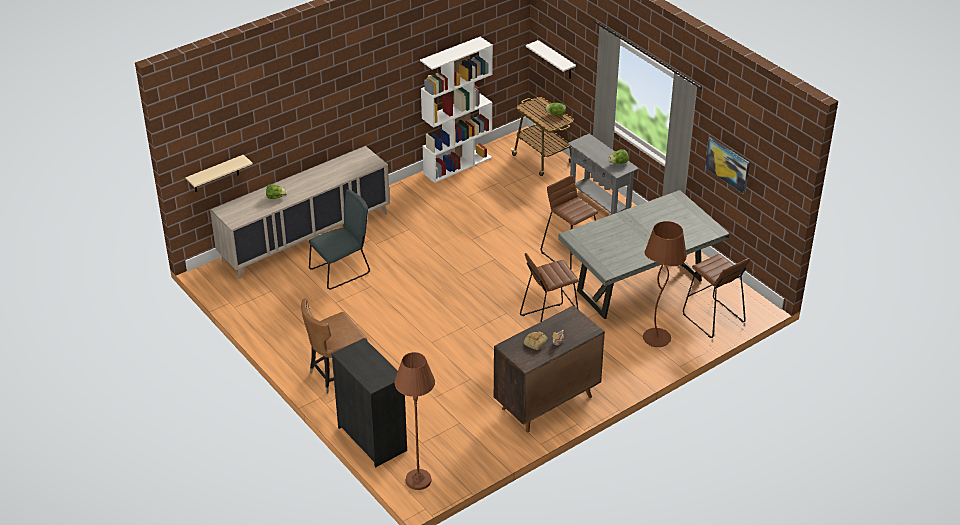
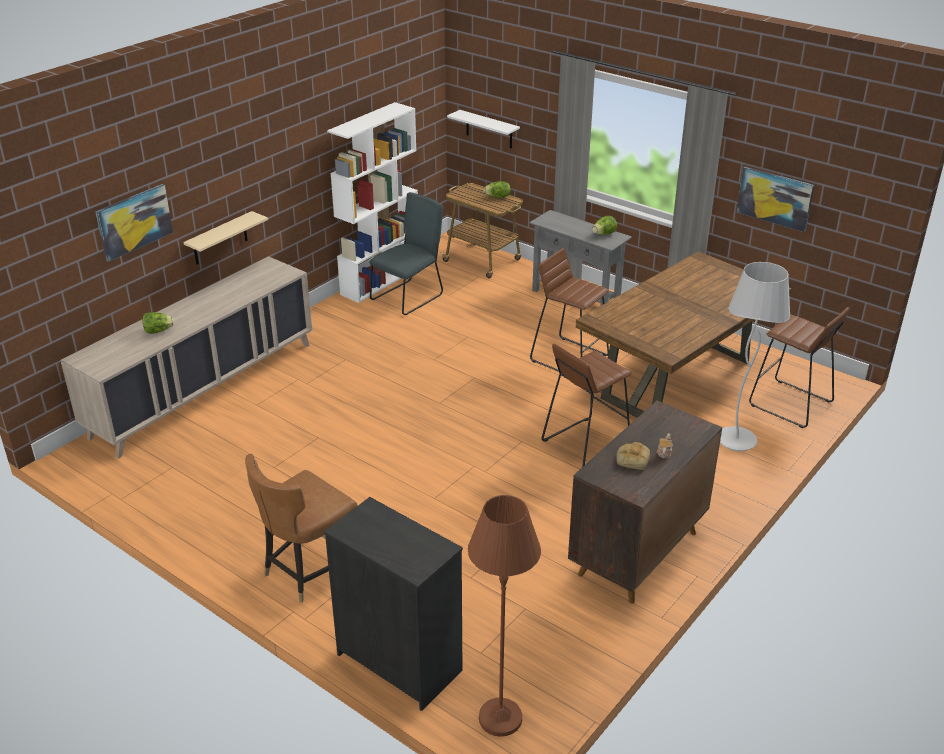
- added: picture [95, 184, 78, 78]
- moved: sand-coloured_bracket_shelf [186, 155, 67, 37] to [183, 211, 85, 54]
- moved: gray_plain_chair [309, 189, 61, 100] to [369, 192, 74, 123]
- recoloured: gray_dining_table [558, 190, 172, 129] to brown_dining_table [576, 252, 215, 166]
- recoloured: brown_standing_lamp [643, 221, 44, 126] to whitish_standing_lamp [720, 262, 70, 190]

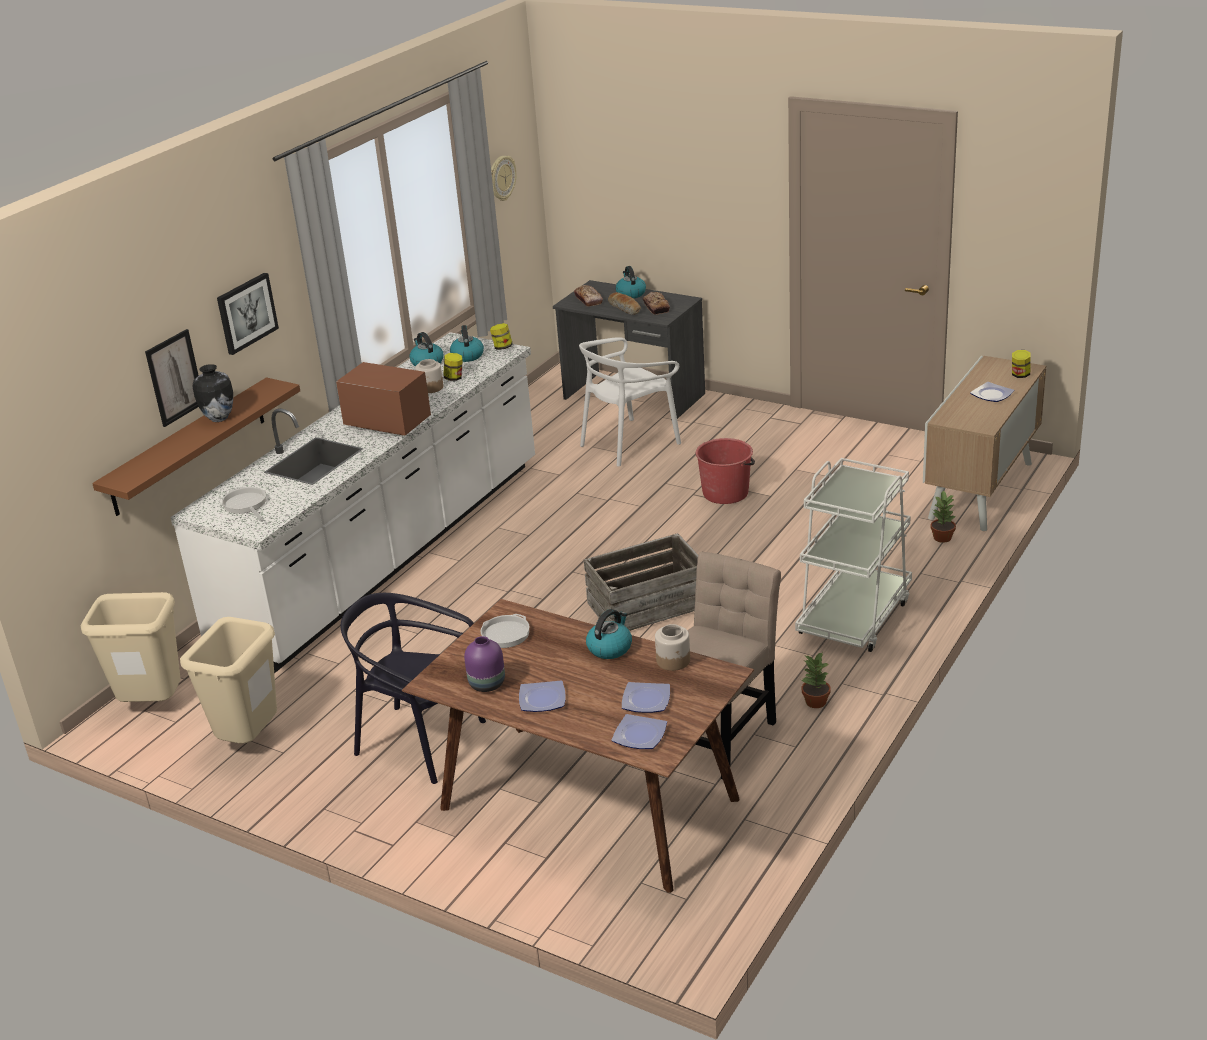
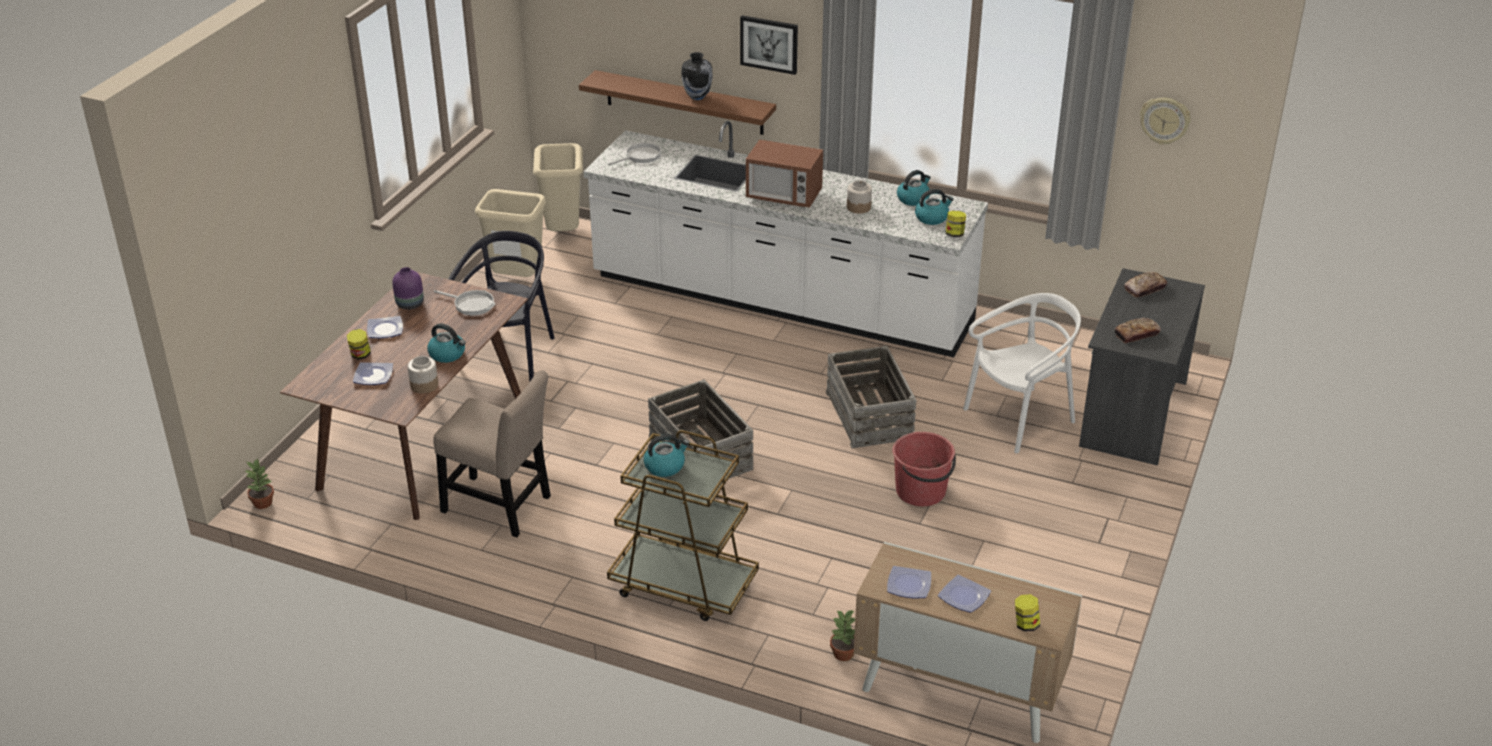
- moved: potted_plant [802, 652, 29, 56] to [245, 458, 29, 51]
- moved: jar [443, 353, 20, 28] to [347, 329, 24, 31]
- recoloured: whitish_trolley [795, 458, 117, 194] to brown_trolley [607, 430, 152, 191]
- moved: kettle [616, 266, 30, 33] to [644, 434, 45, 43]
- turned: microwave_oven [336, 362, 95, 74] = [746, 139, 77, 69] 90 degrees clockwise
- added: crate [826, 346, 90, 102]
- moved: dinner_plate [611, 714, 56, 35] to [887, 566, 44, 33]
- turned: whitish_plain_chair [579, 337, 102, 130] = [963, 293, 118, 160] 105 degrees clockwise
- removed: picture [145, 329, 54, 98]
- removed: baked_bread [608, 292, 33, 23]

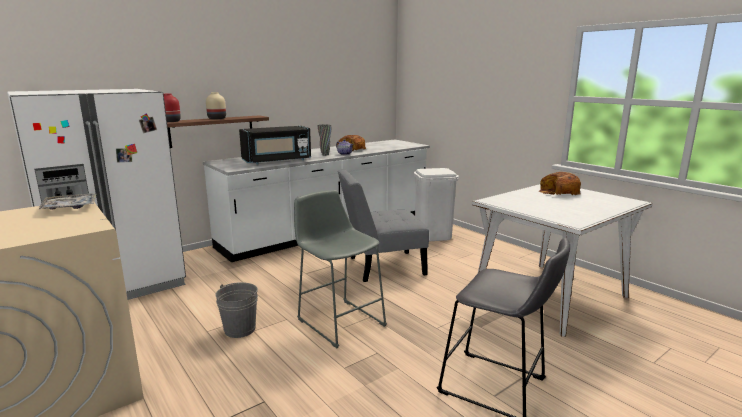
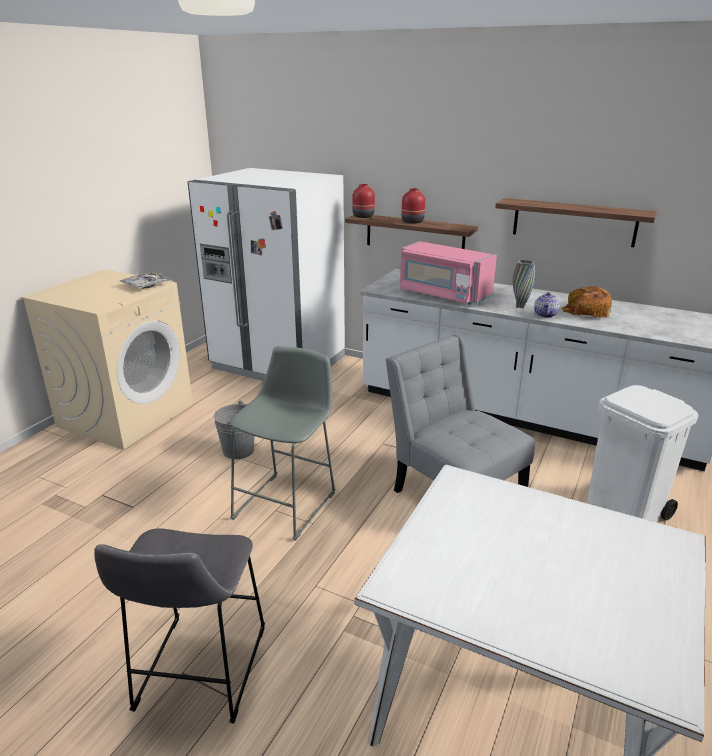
- recoloured: black_microwave_oven [239, 126, 72, 38] to pinkish_microwave_oven [400, 241, 97, 63]
- recoloured: sand-coloured_flower_vase [206, 92, 20, 27] to reddish_flower_vase [402, 188, 23, 36]
- added: bracket_shelf [495, 198, 162, 49]
- removed: baked_bread [539, 172, 42, 23]

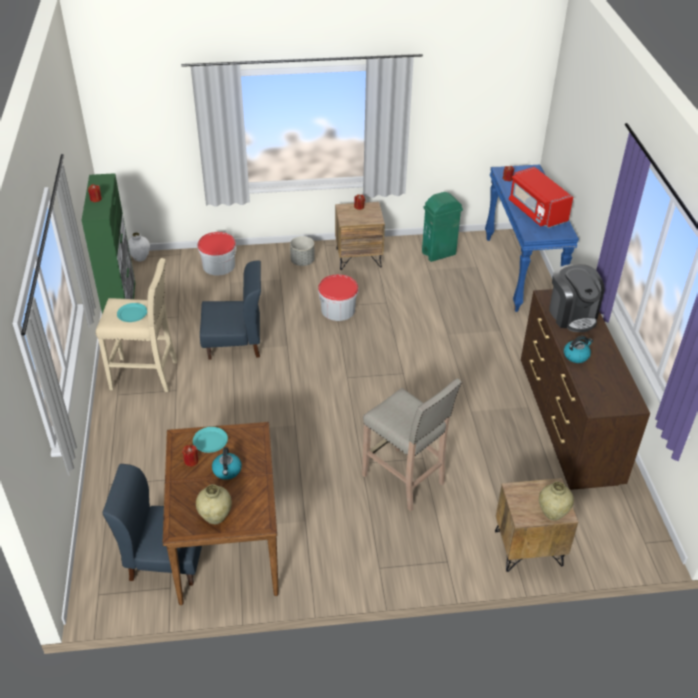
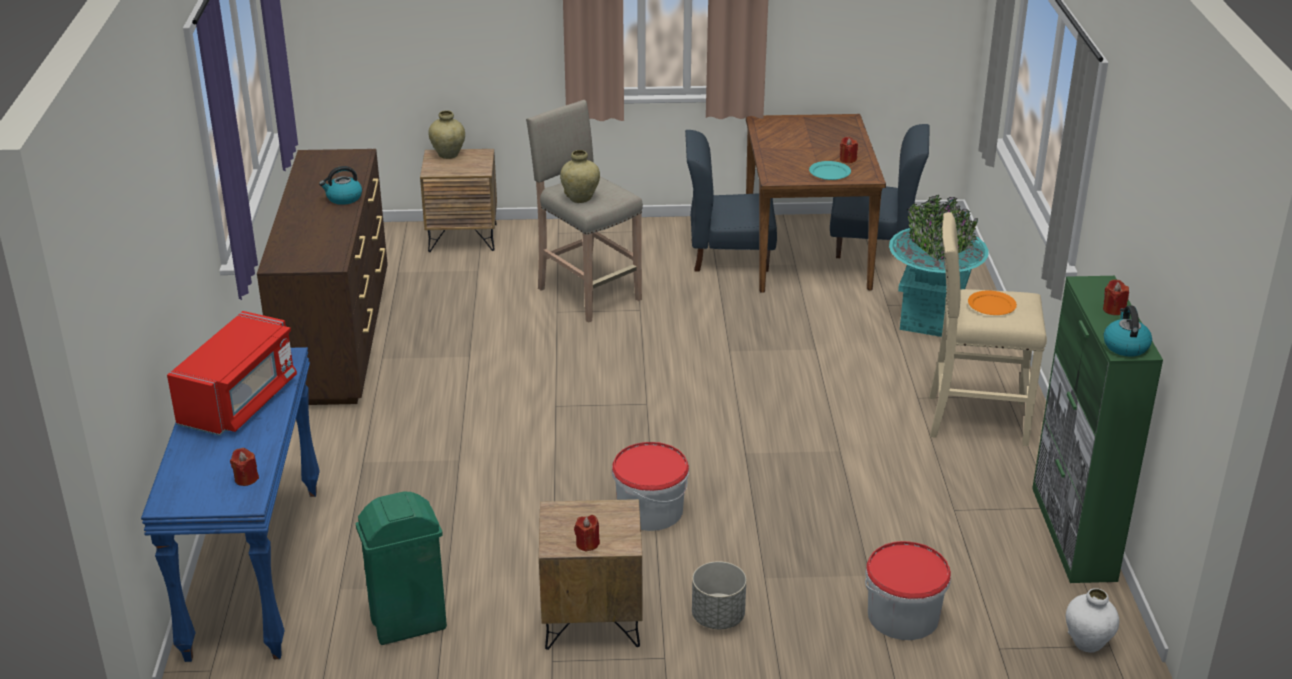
- turned: reddish_microwave_oven [509, 167, 64, 61] = [167, 311, 130, 125] 45 degrees clockwise
- moved: sand-coloured_flower_vase [196, 484, 36, 40] to [560, 150, 40, 53]
- moved: blue-coloured_plain_chair [200, 260, 61, 100] to [685, 130, 92, 142]
- added: blue-green_planter [889, 195, 100, 142]
- recoloured: blue-green_dinner_plate [117, 303, 30, 19] to orange_dinner_plate [968, 290, 49, 25]
- moved: kettle [212, 447, 30, 33] to [1104, 305, 48, 52]
- removed: coffee_machine [549, 264, 56, 68]

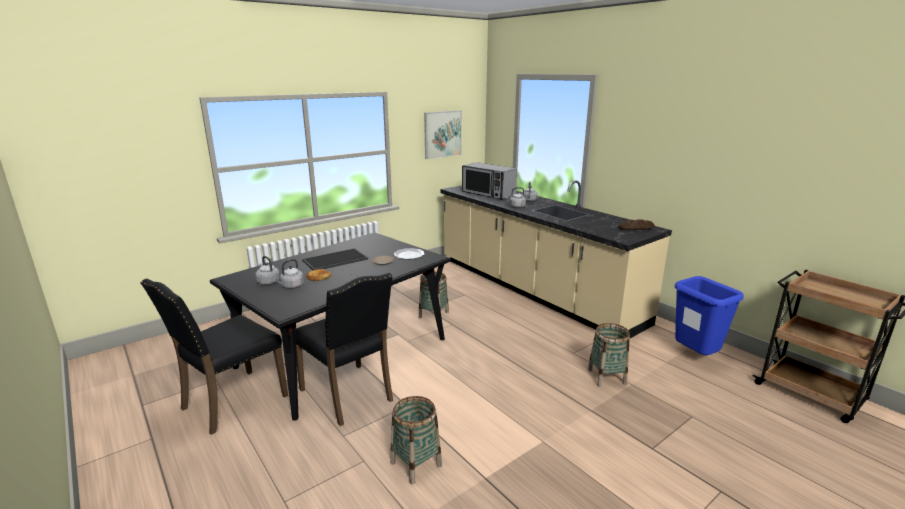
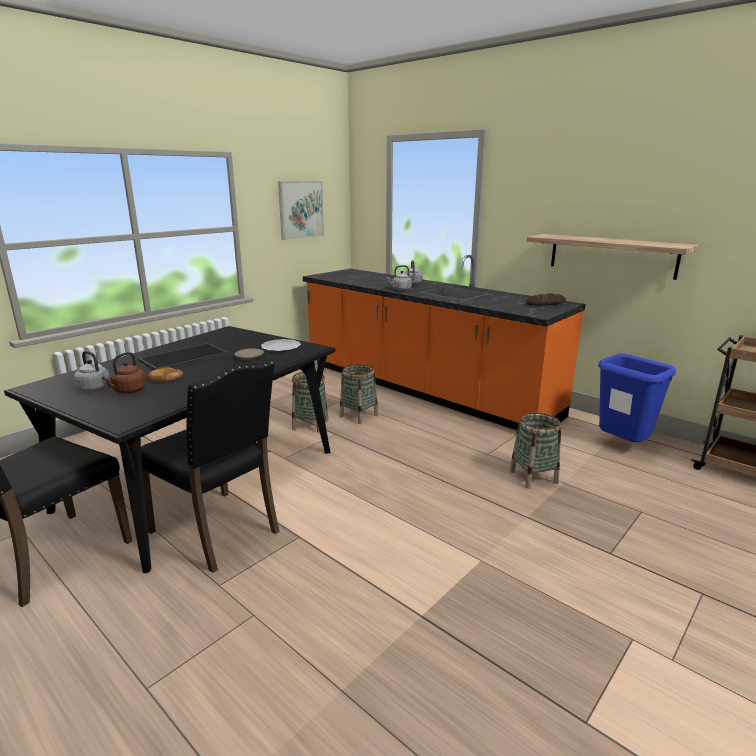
- recoloured: gray_kettle [273, 259, 31, 30] to brown_kettle [102, 352, 44, 41]
- recoloured: sand-coloured_counter [441, 181, 231, 158] to orange_counter [303, 255, 282, 175]
- moved: storage_basket [390, 396, 52, 88] to [340, 364, 38, 60]
- added: bracket_shelf [527, 234, 172, 46]
- removed: microwave_oven [462, 162, 55, 38]

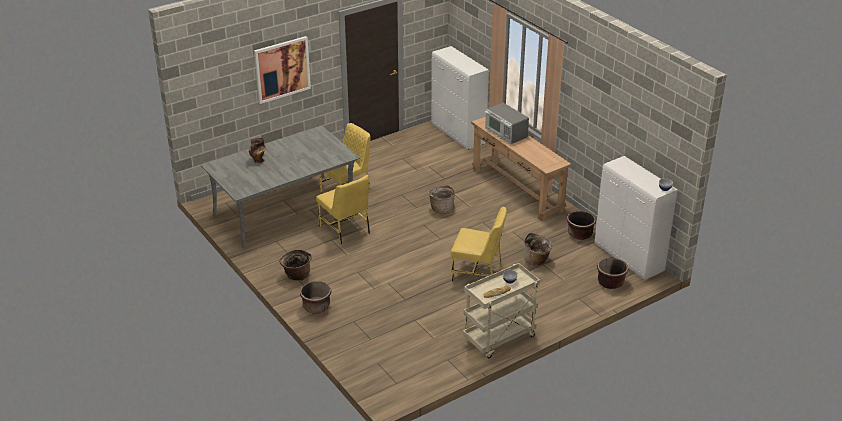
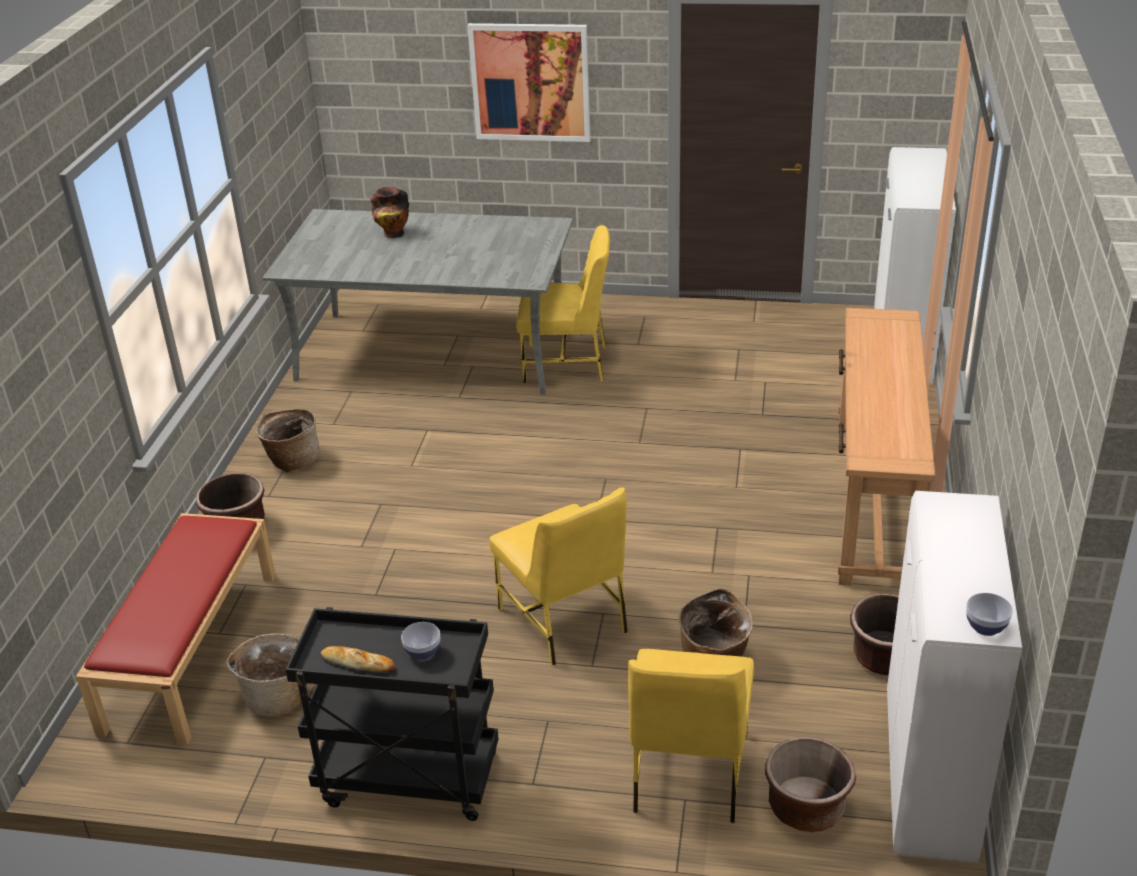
- added: reddish_bench [76, 513, 200, 232]
- moved: storage_basket [429, 185, 26, 29] to [227, 633, 74, 84]
- recoloured: sand-coloured_trolley [463, 263, 77, 95] to black_trolley [285, 607, 213, 214]
- moved: yellowish_plain_chair [316, 175, 54, 70] to [628, 649, 126, 175]
- removed: microwave_oven [485, 103, 44, 41]

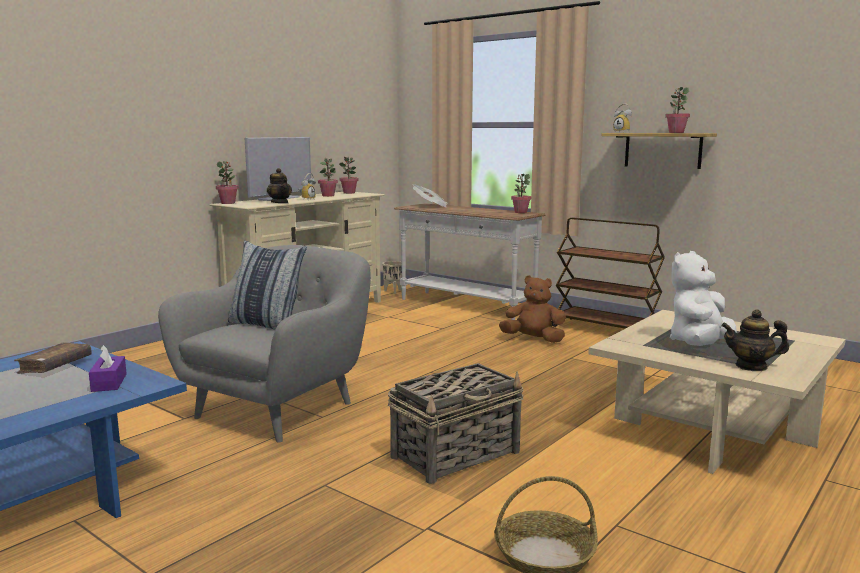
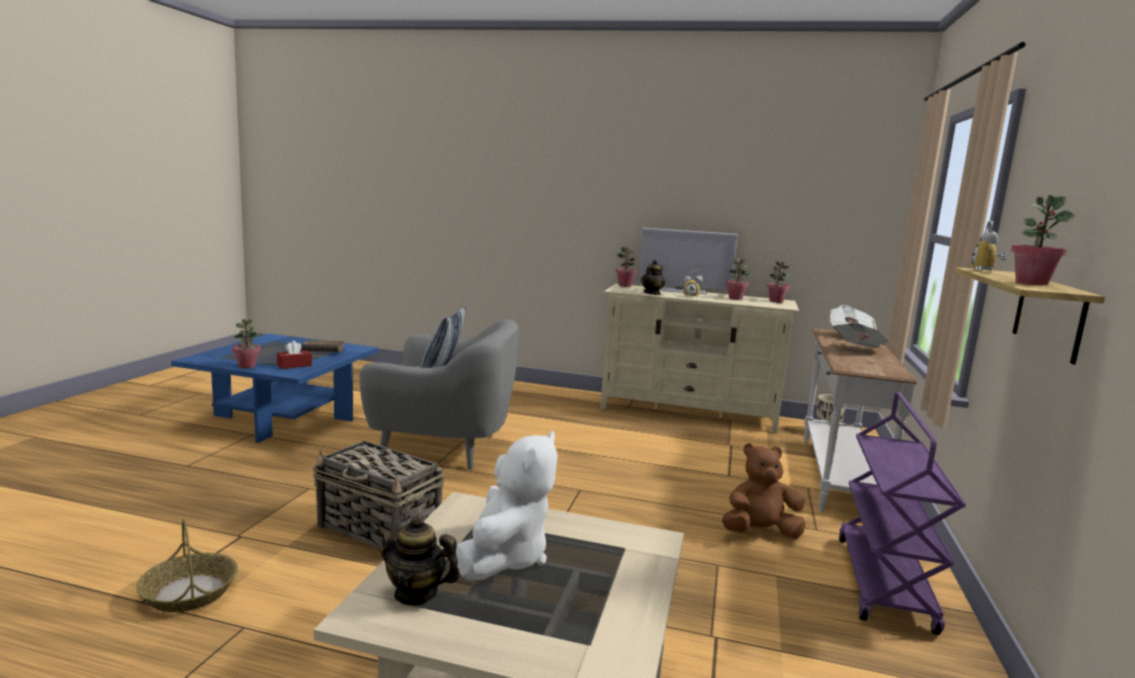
- moved: potted_plant [511, 174, 20, 39] to [232, 319, 29, 50]
- recoloured: purplish_tissue_holder [89, 345, 38, 47] to reddish_tissue_holder [277, 341, 35, 28]
- turned: tea_pot [721, 310, 68, 61] = [376, 515, 84, 91] 60 degrees counterclockwise
- turned: whitish_cuddly_toy [670, 251, 67, 95] = [456, 431, 102, 149] 90 degrees clockwise
- turned: brown_cuddly_toy [499, 275, 67, 68] = [722, 443, 84, 95] 90 degrees counterclockwise
- added: newspaper [833, 323, 55, 25]
- recoloured: brown_trolley [552, 217, 113, 112] to purplish_trolley [839, 392, 127, 243]

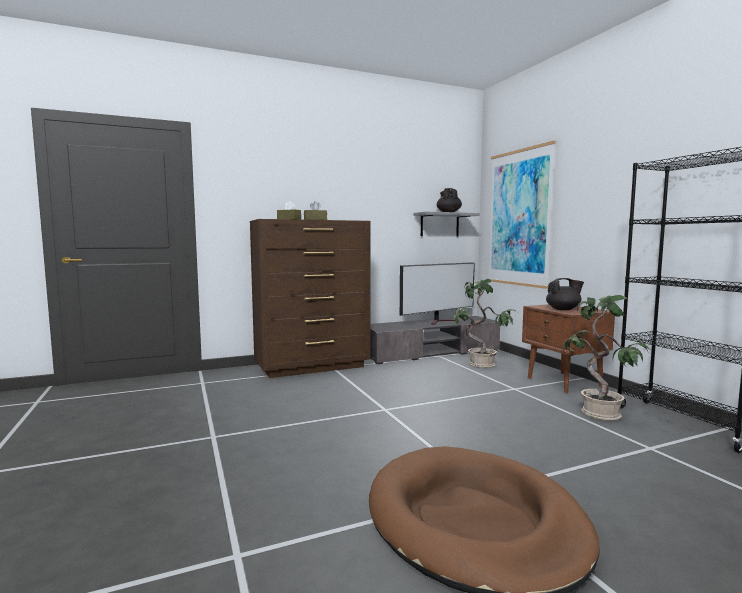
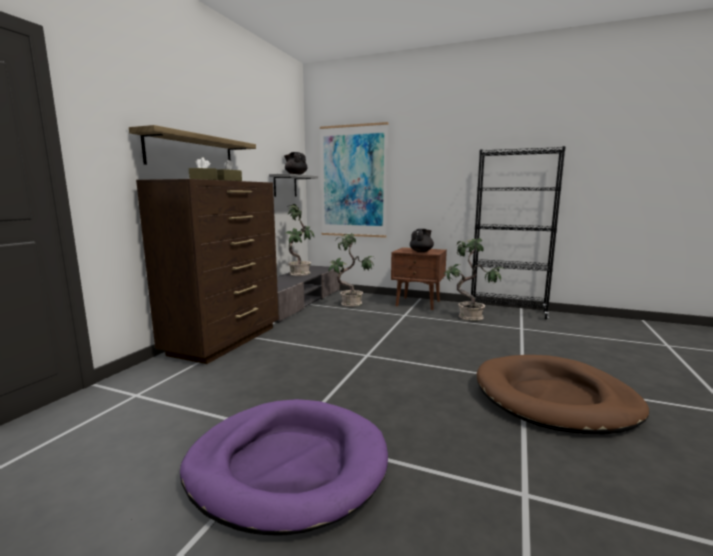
- added: bracket_shelf [129, 125, 127, 40]
- added: purplish_pet_bed [180, 399, 208, 137]
- replaced: TV [400, 262, 75, 63] to potted_plant [284, 204, 30, 72]

